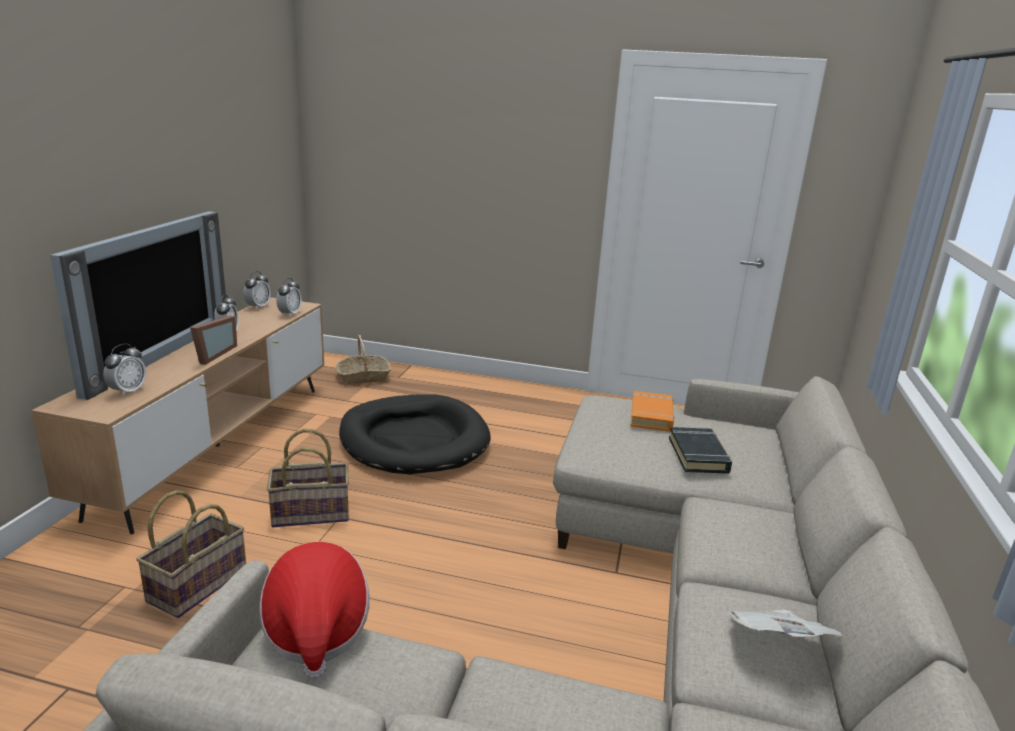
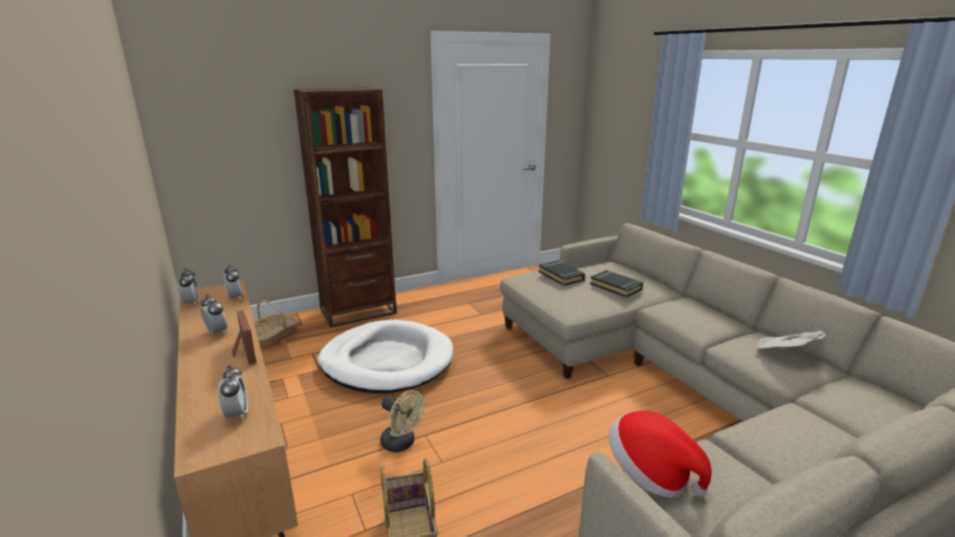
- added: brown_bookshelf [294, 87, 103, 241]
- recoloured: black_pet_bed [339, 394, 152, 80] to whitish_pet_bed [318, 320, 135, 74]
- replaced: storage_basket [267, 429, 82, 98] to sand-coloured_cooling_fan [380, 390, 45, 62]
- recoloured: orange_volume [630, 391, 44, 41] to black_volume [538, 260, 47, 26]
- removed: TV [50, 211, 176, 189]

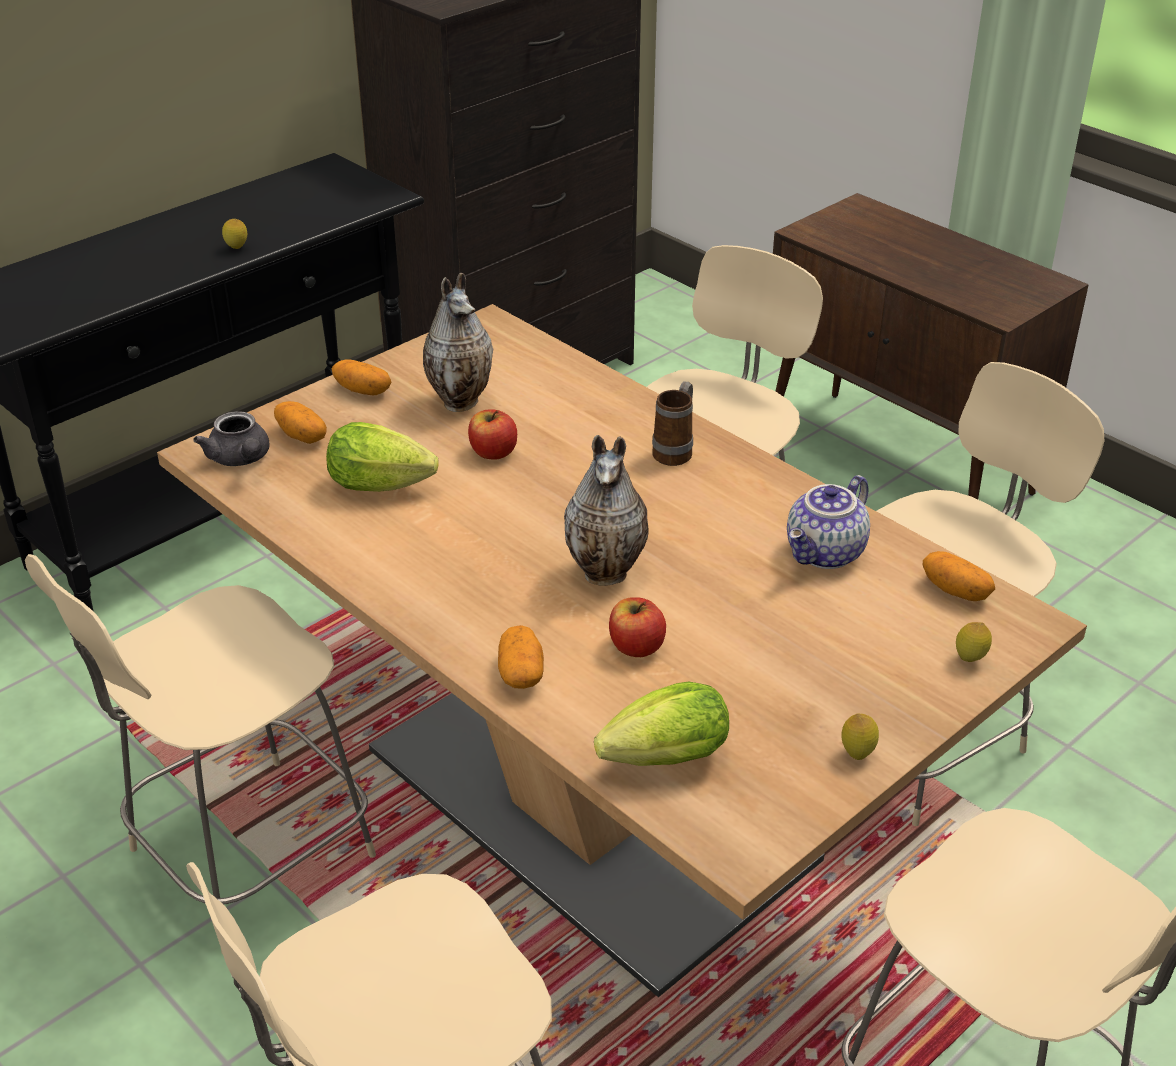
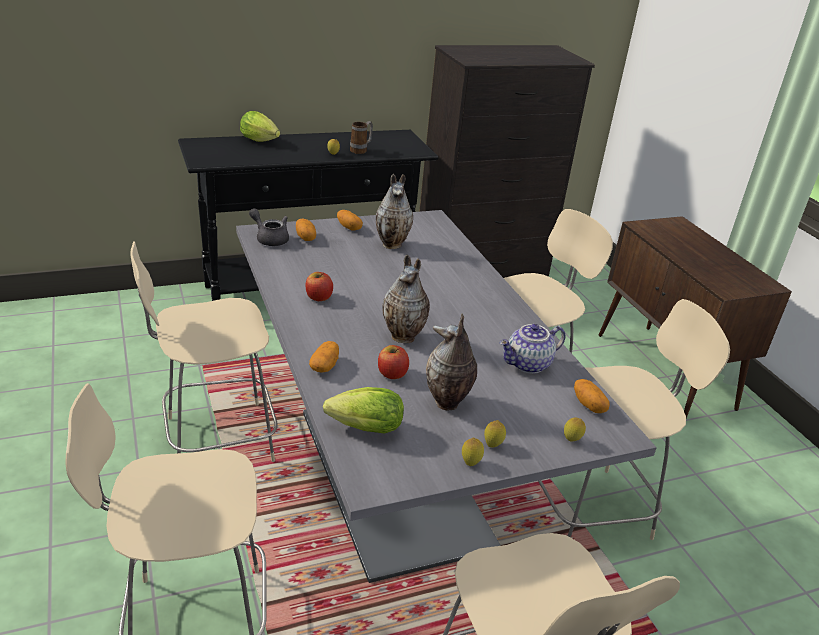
- recoloured: brown_dining_table [157, 304, 930, 693] to gray_dining_table [236, 210, 421, 373]
- moved: lettuce [326, 422, 112, 70] to [240, 111, 40, 31]
- turned: gray_tea_pot [193, 411, 76, 55] = [249, 208, 40, 38] 135 degrees clockwise
- moved: apple_fruit [468, 409, 49, 51] to [306, 272, 27, 29]
- moved: coffee_mug [652, 382, 41, 84] to [350, 121, 23, 33]
- added: flower_vase [426, 314, 51, 96]
- added: citrus_fruit [484, 420, 22, 28]

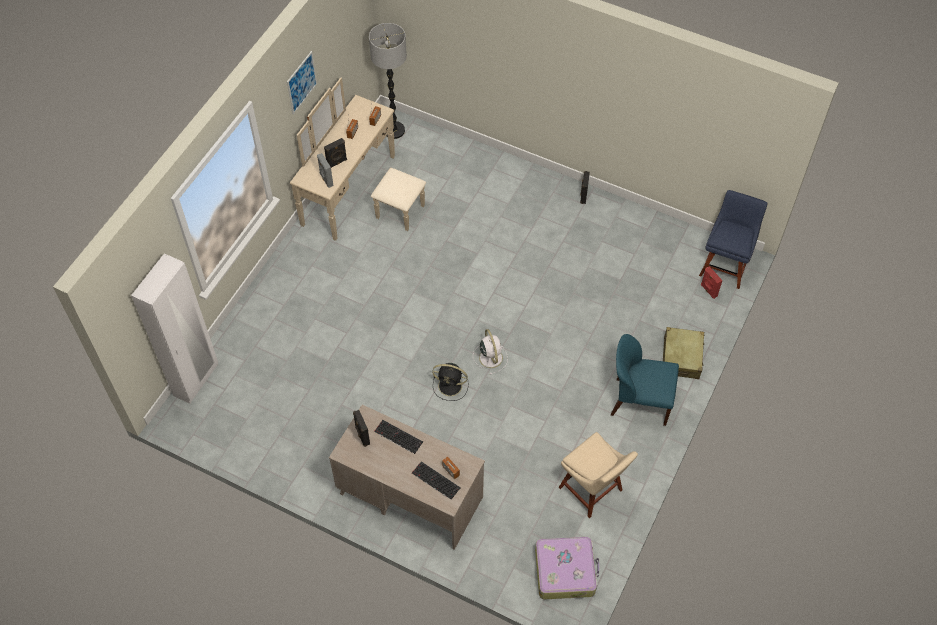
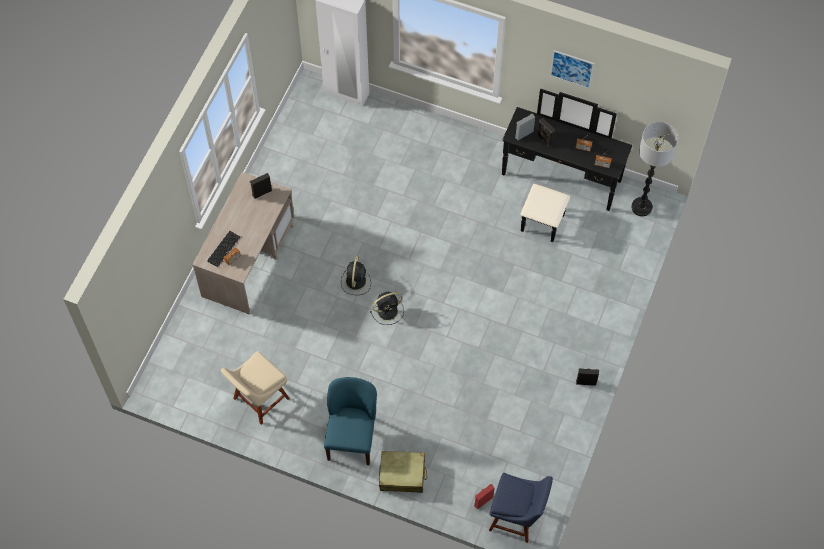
- recoloured: whitish_cooling_fan [473, 329, 35, 46] to black_cooling_fan [370, 292, 34, 33]
- recoloured: sand-coloured_chest_of_drawers [290, 77, 136, 164] to black_chest_of_drawers [502, 89, 131, 153]
- removed: PC_keyboard [374, 420, 49, 34]
- removed: travel_case [535, 537, 64, 62]

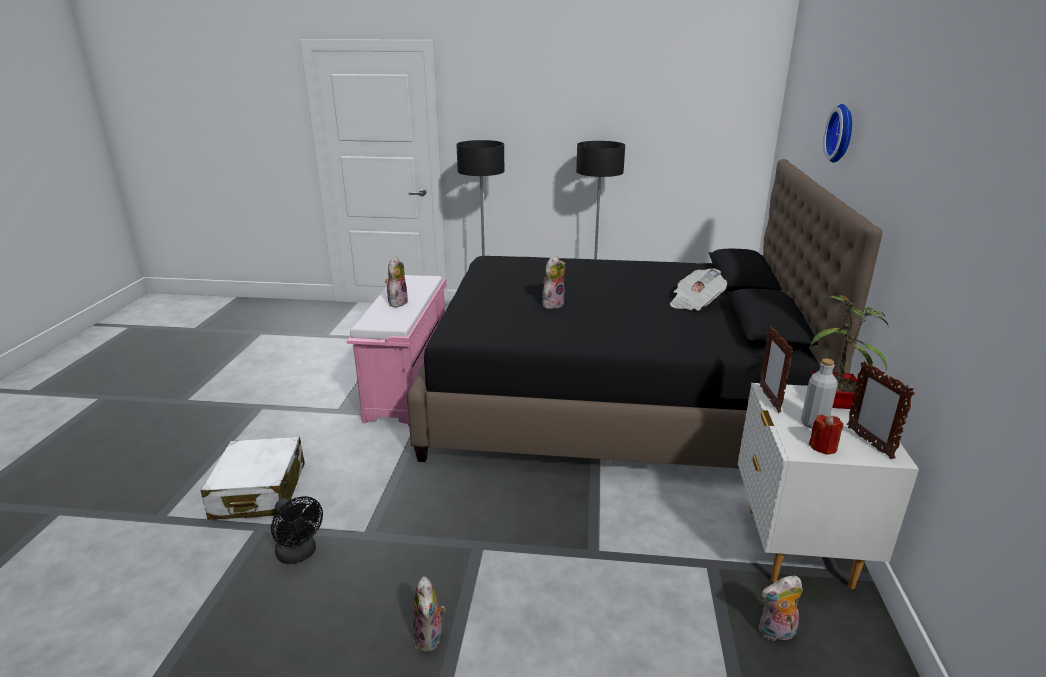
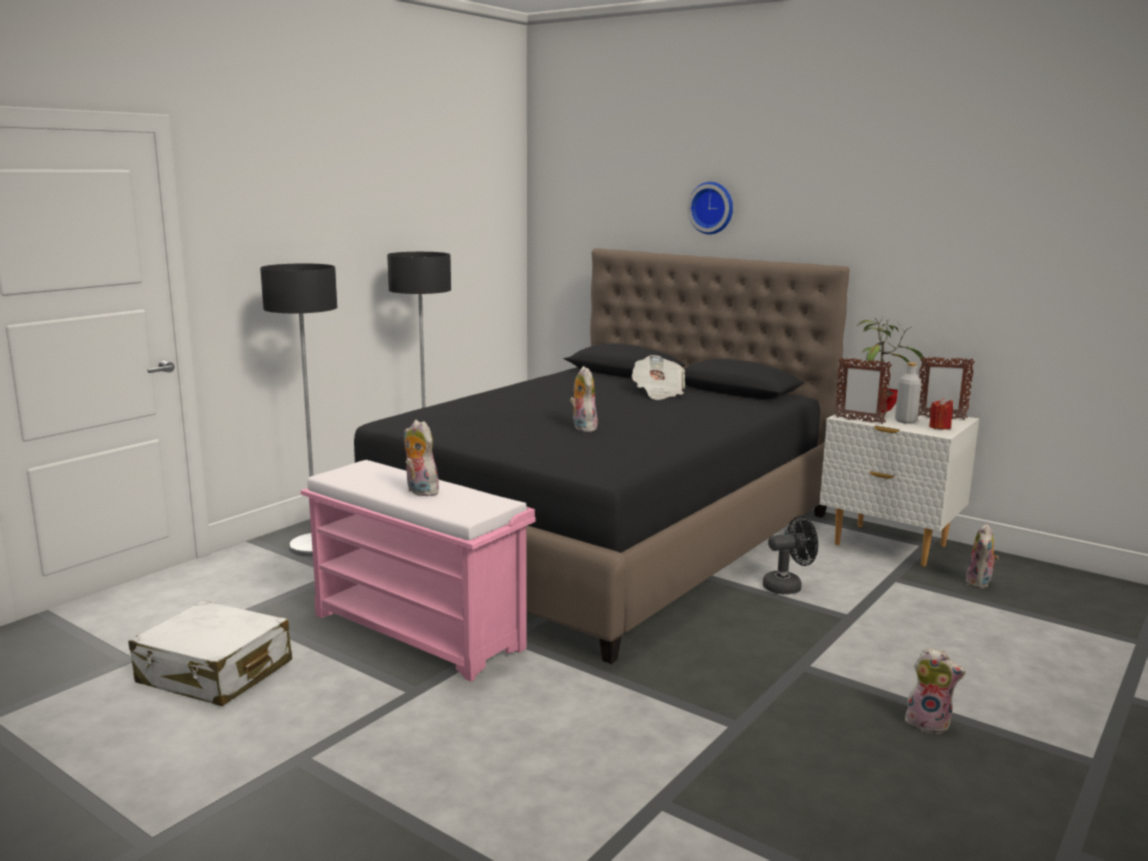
- moved: whitish_travel_case [200, 437, 105, 83] to [128, 600, 164, 106]
- moved: black_cooling_fan [271, 496, 52, 68] to [763, 516, 55, 78]

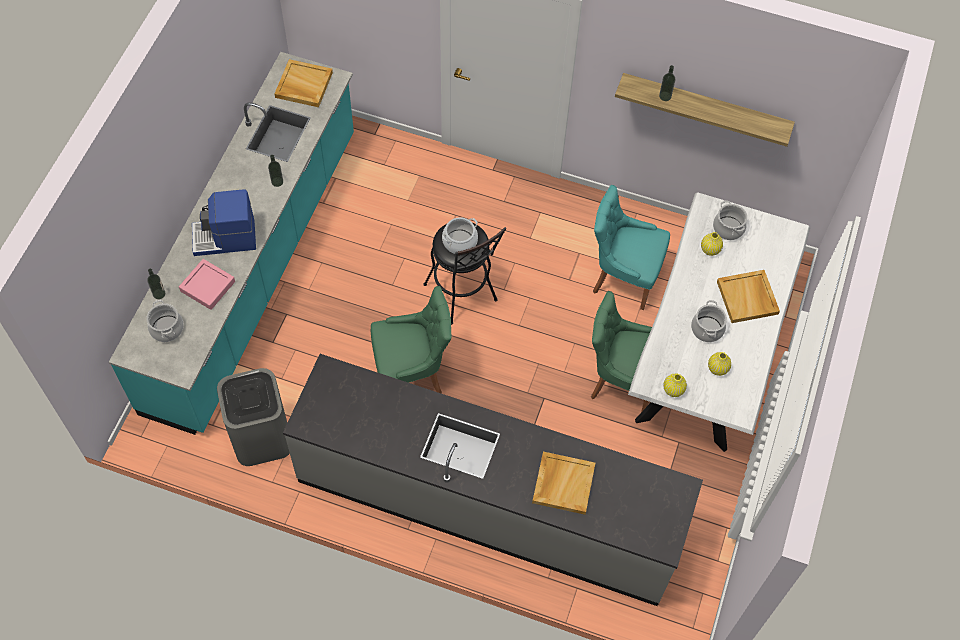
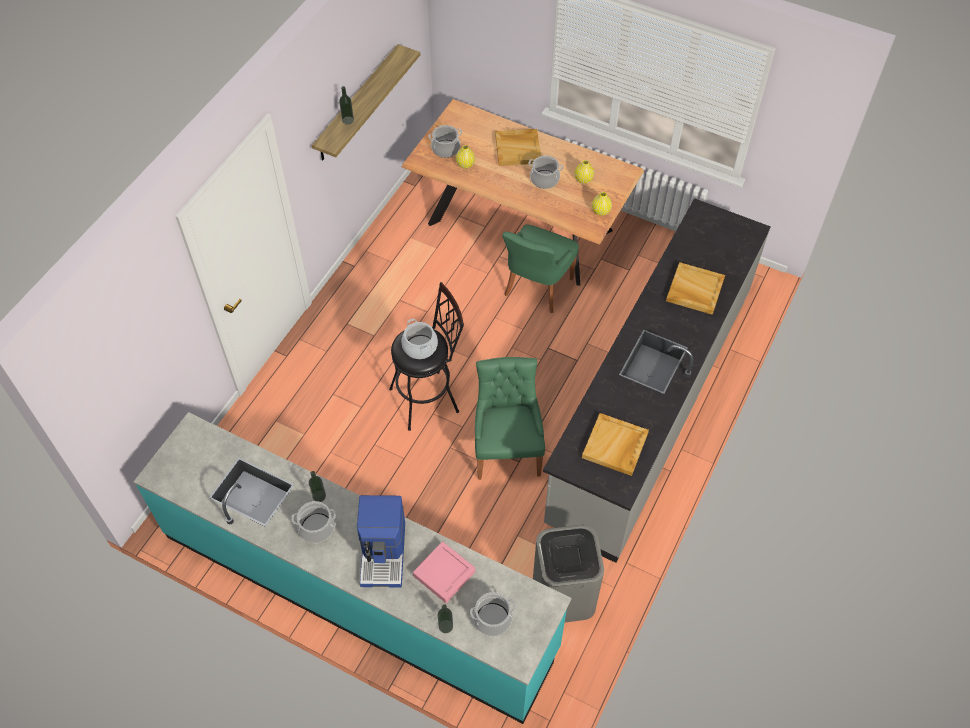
- added: stockpot [291, 501, 45, 42]
- recoloured: whitish_dining_table [628, 192, 182, 260] to brown_dining_table [402, 99, 242, 187]
- moved: sand-coloured_carrying_tray [274, 59, 59, 48] to [582, 413, 67, 63]
- removed: blue-green_plain_chair [593, 185, 77, 125]

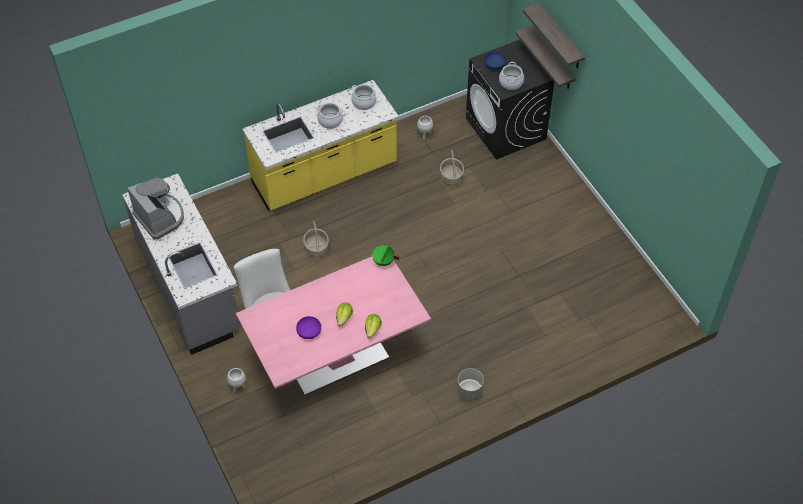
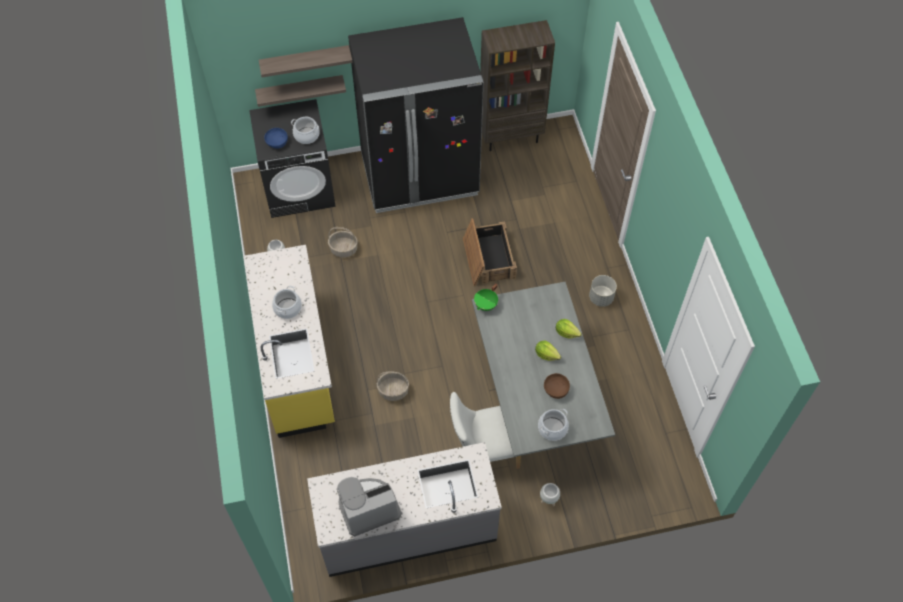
- added: black_fridge [348, 17, 136, 196]
- added: crate [463, 218, 54, 68]
- recoloured: pinkish_dining_table [236, 257, 195, 139] to gray_dining_table [472, 282, 143, 175]
- added: brown_bookshelf [480, 20, 75, 131]
- moved: stockpot [351, 84, 26, 26] to [538, 409, 31, 32]
- recoloured: purplish_serving_bowl [296, 316, 25, 23] to brown_serving_bowl [544, 373, 26, 26]

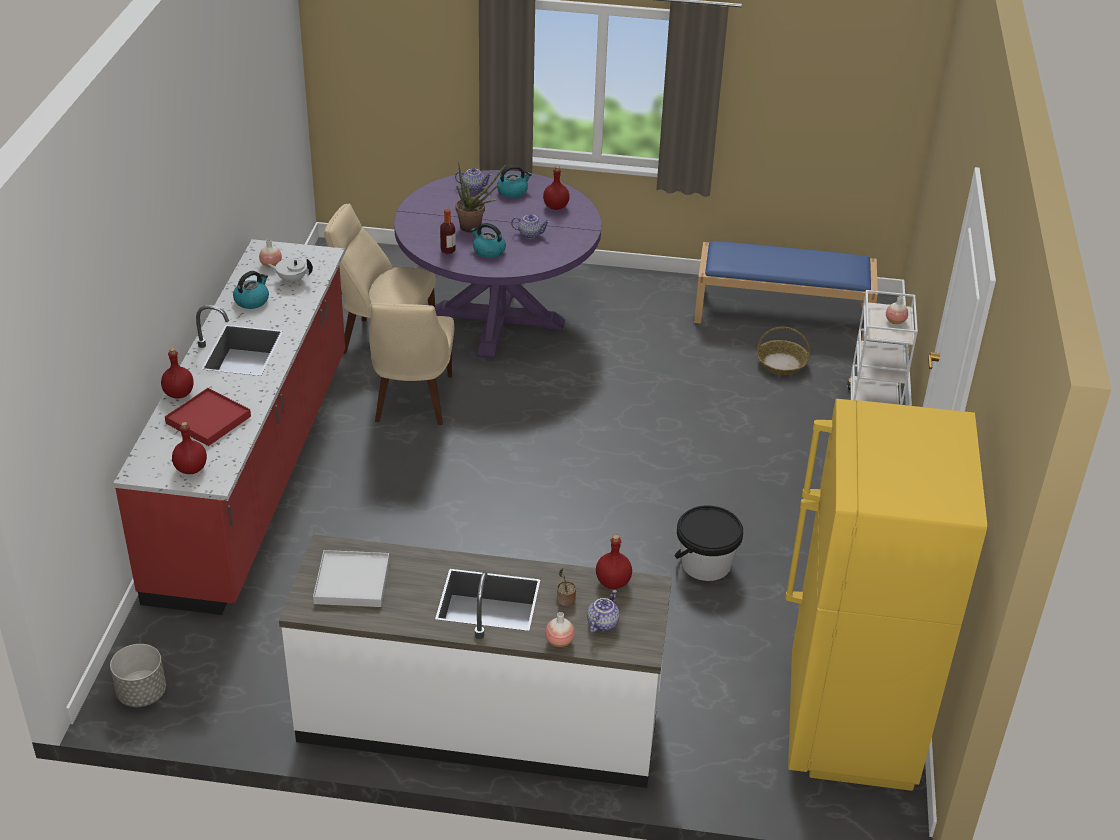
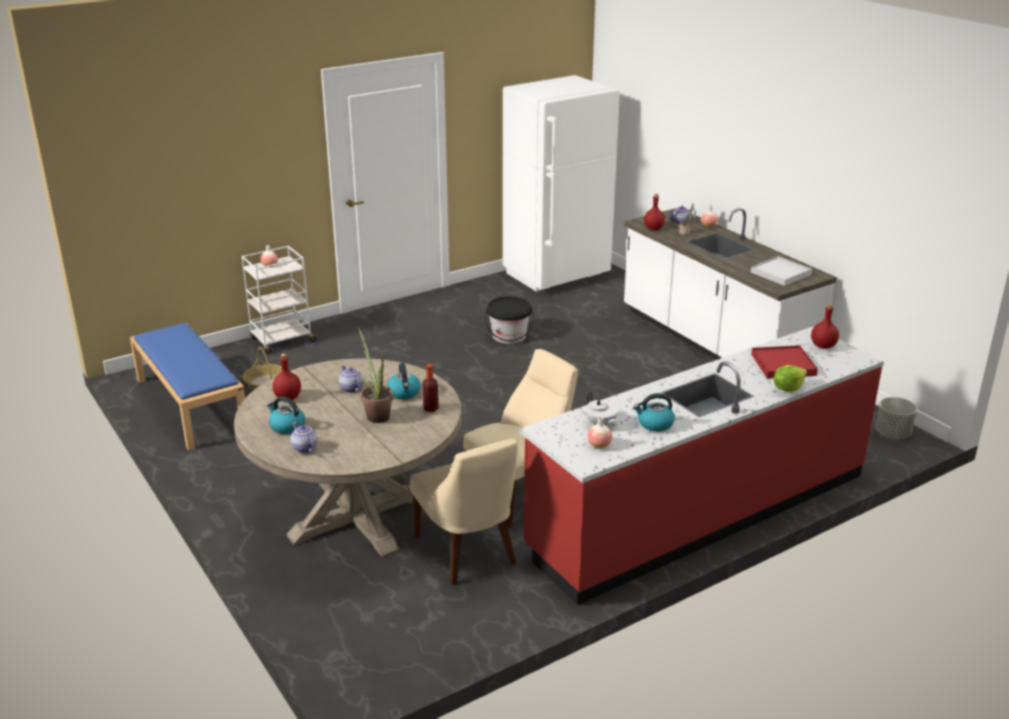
- recoloured: purplish_dining_table [394, 170, 207, 188] to sand-coloured_dining_table [234, 358, 228, 200]
- recoloured: yellowish_fridge [785, 399, 202, 392] to whitish_fridge [503, 75, 117, 217]
- replaced: reddish_beverage_bottle [161, 348, 33, 50] to lettuce [773, 365, 34, 27]

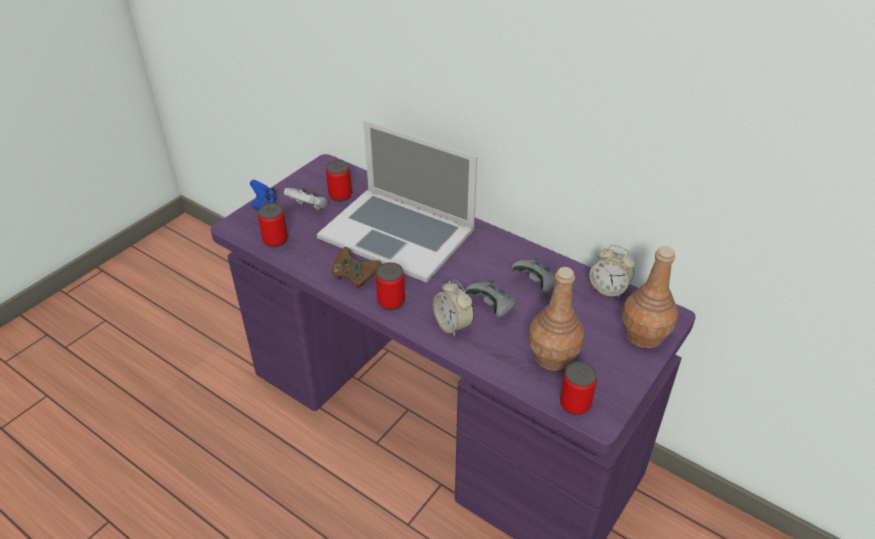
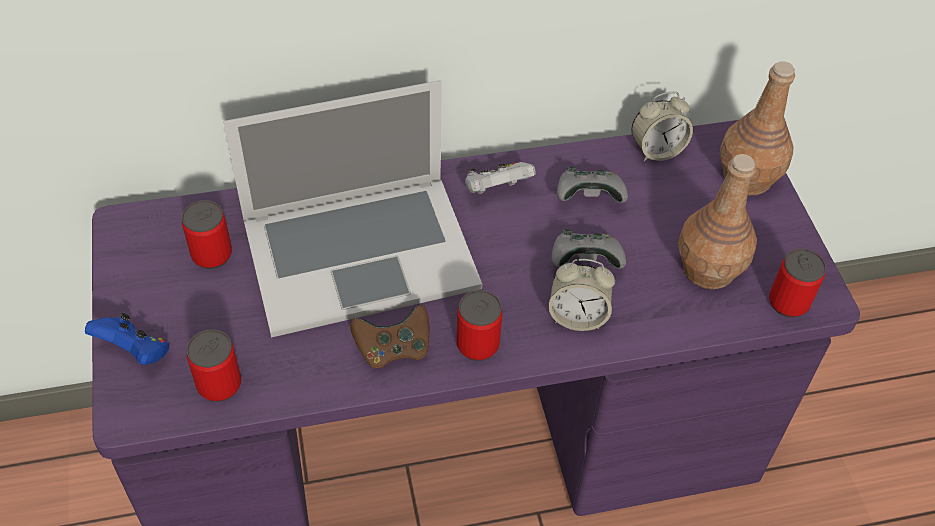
- moved: whitish_gamepad [284, 188, 44, 23] to [465, 162, 71, 32]

